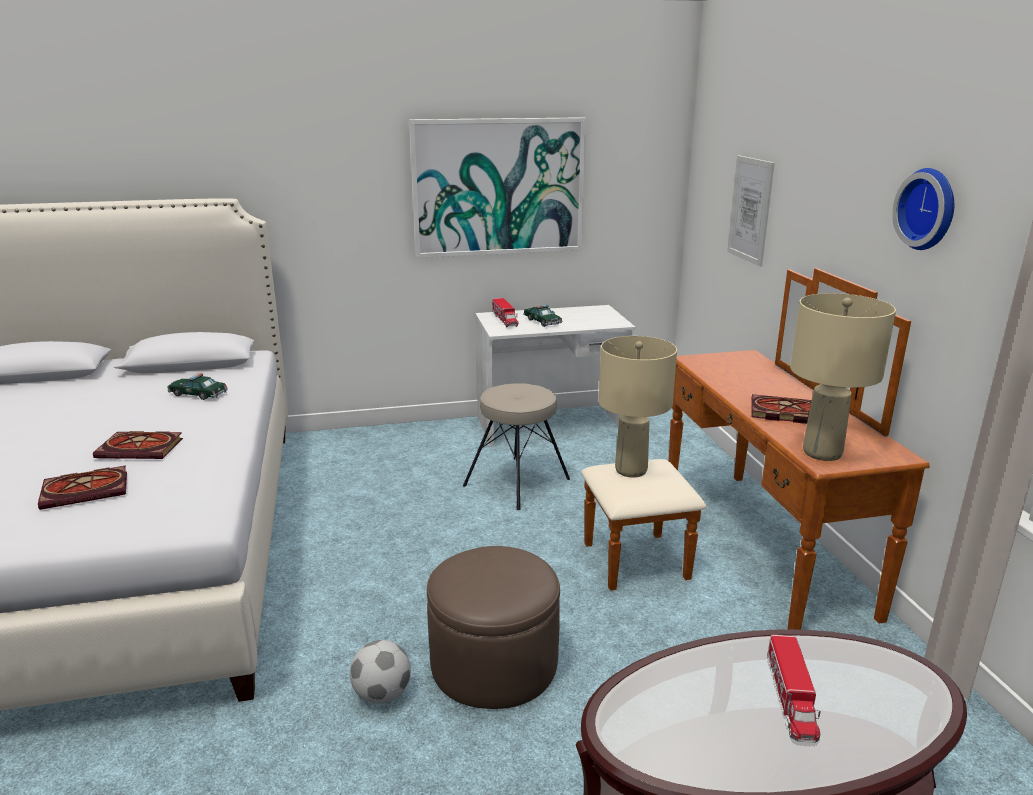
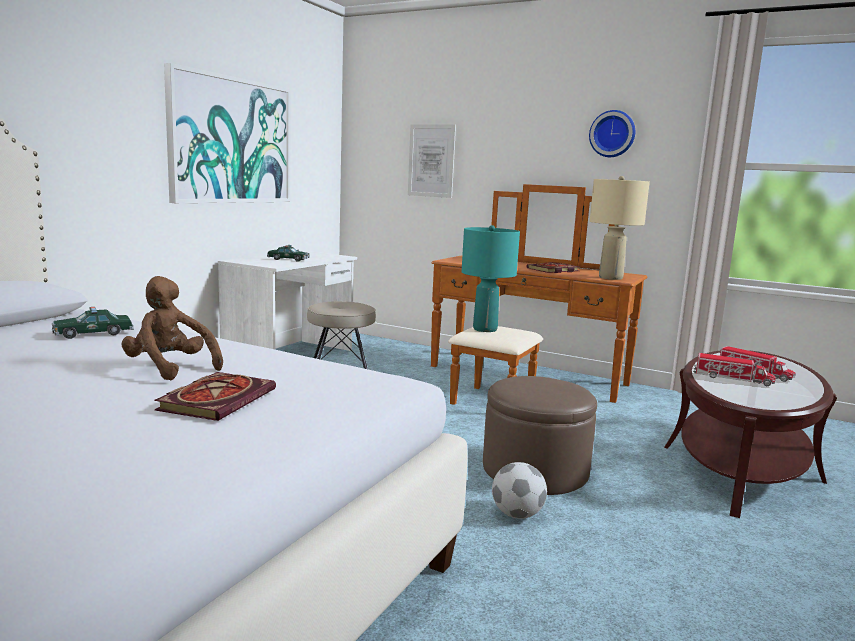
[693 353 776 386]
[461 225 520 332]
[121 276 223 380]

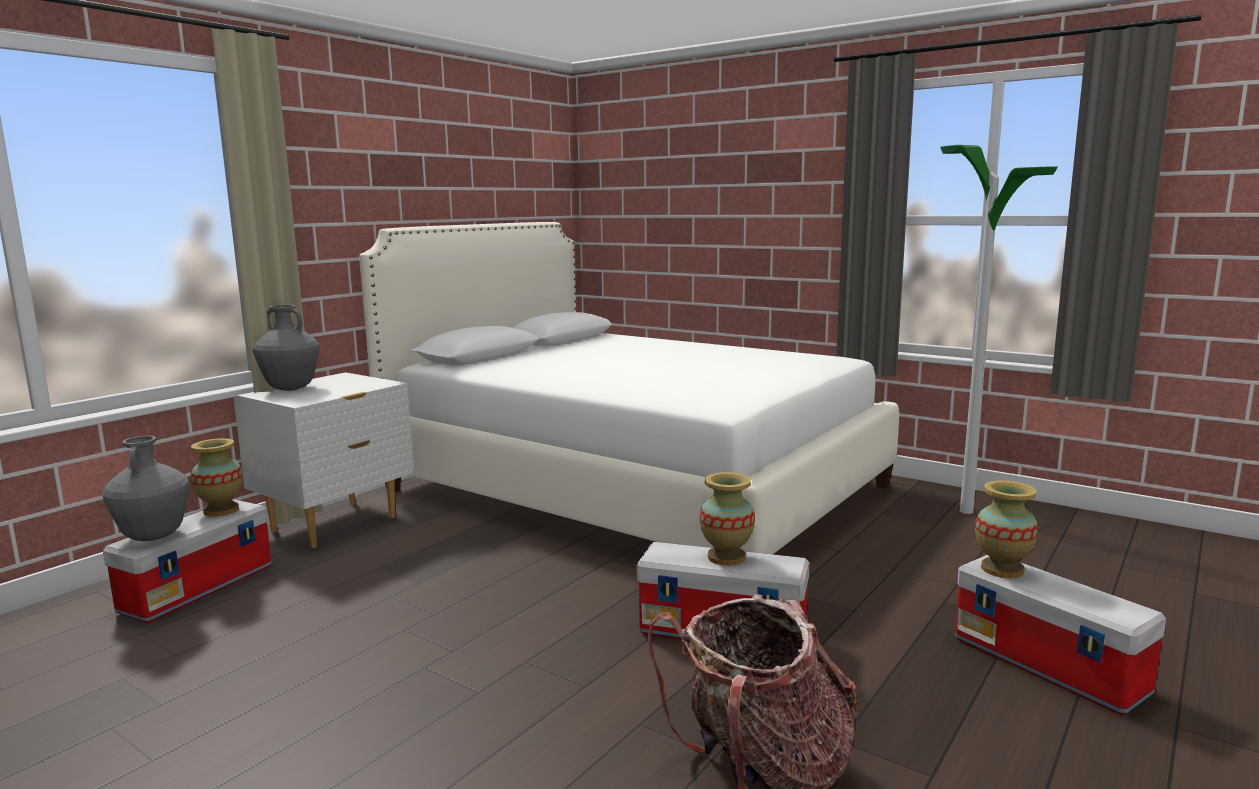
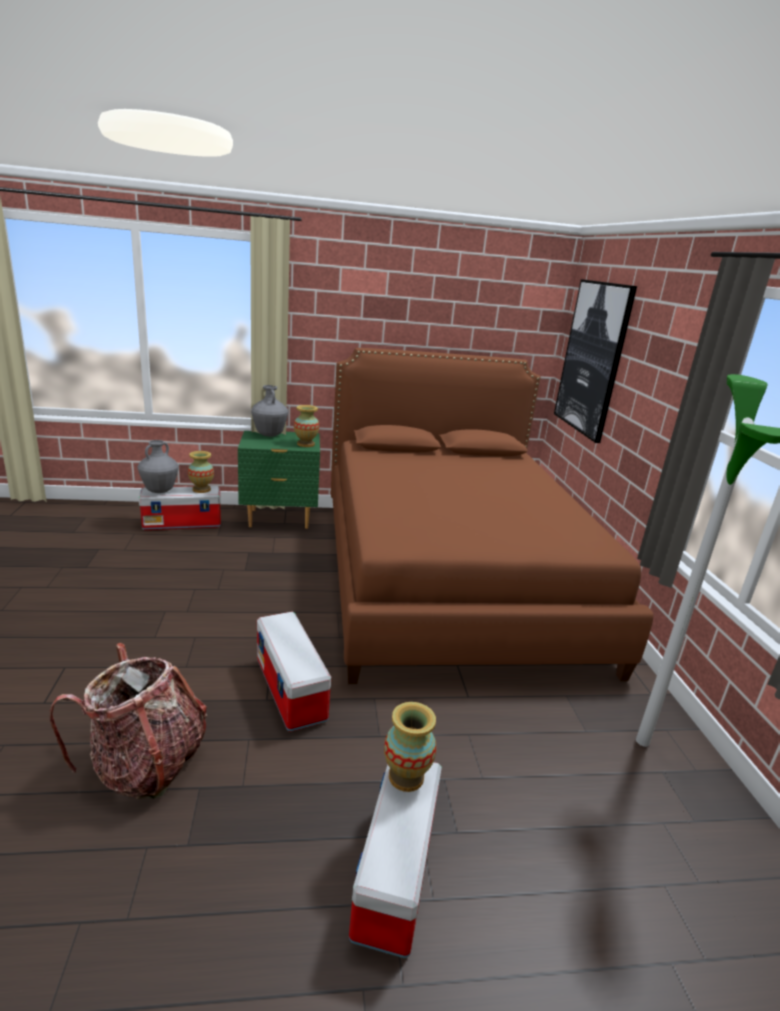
[331 348 653 684]
[238 431 320 529]
[294 405 319 447]
[554 279 637 443]

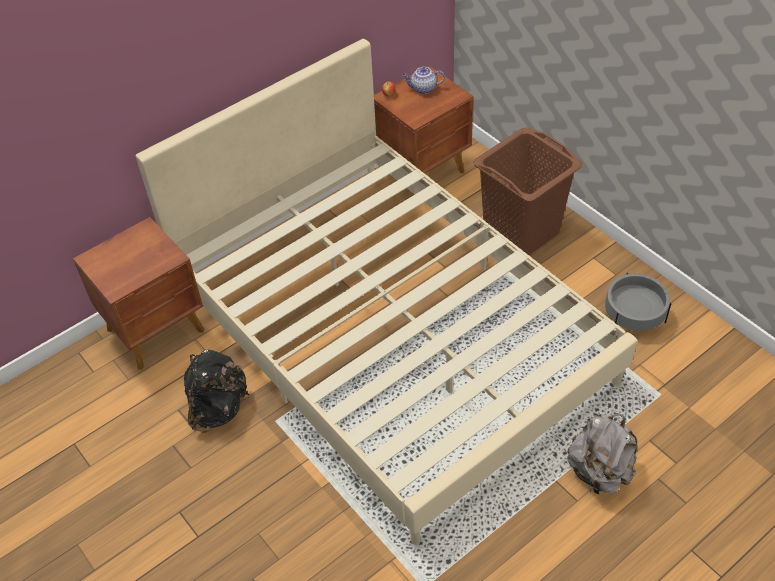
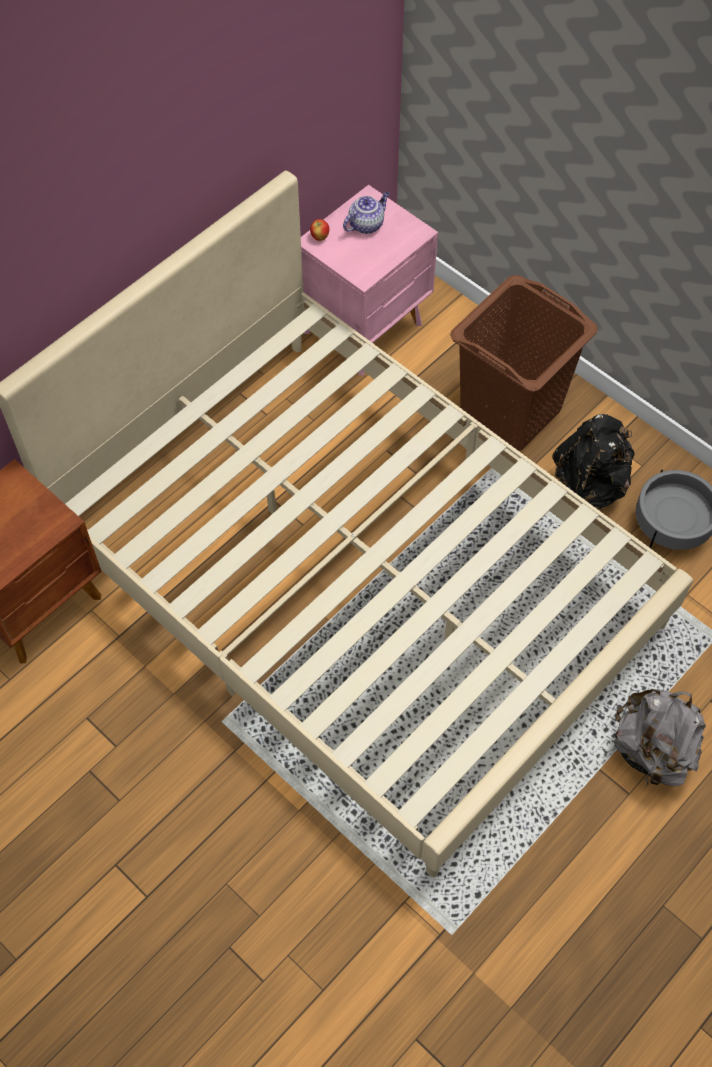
[301 185 438 375]
[343 192 390 234]
[552 414 635 510]

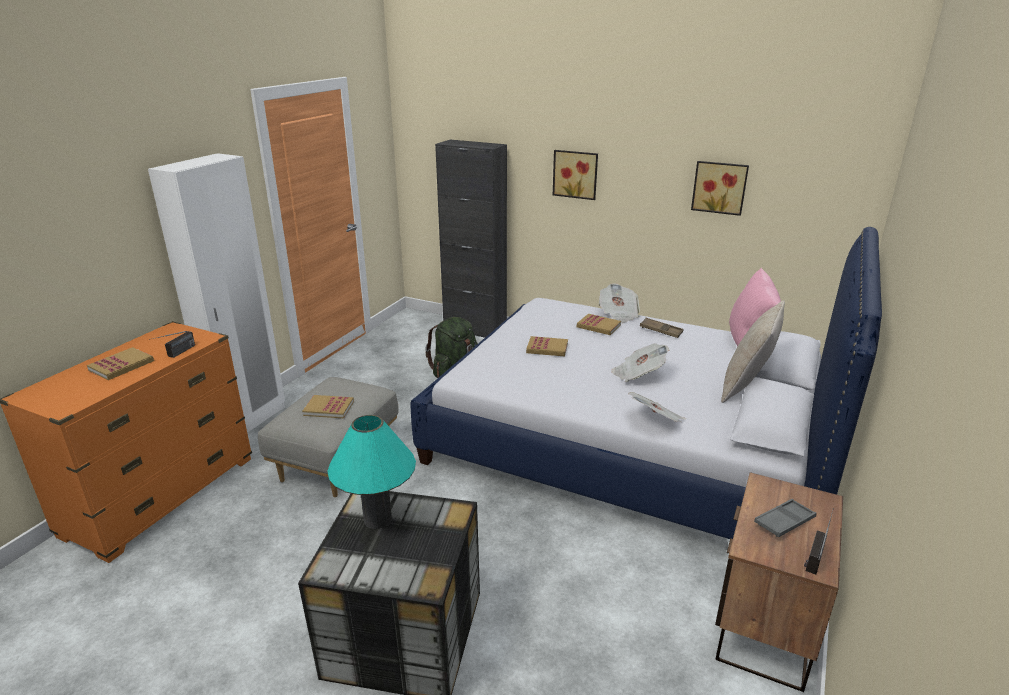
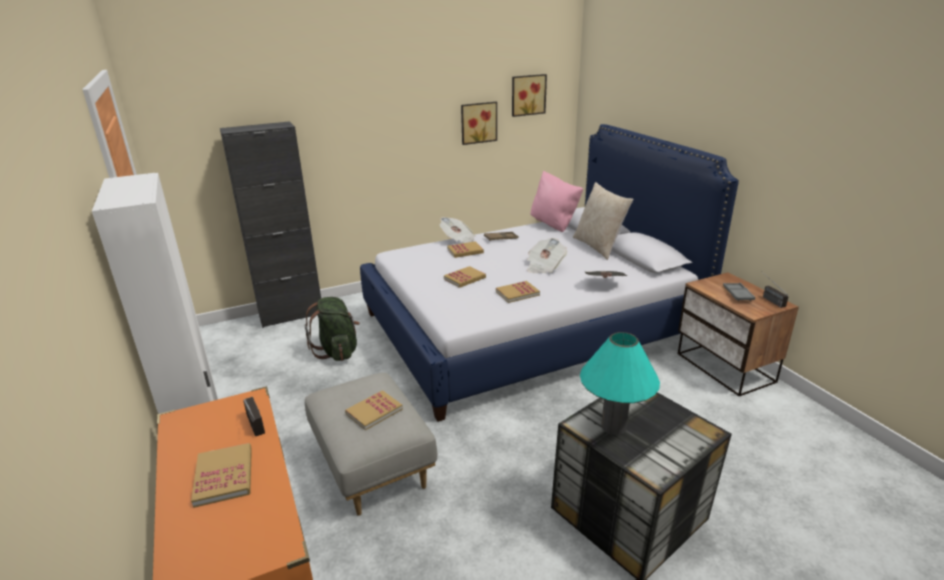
[512 74 547 117]
[496 281 540 303]

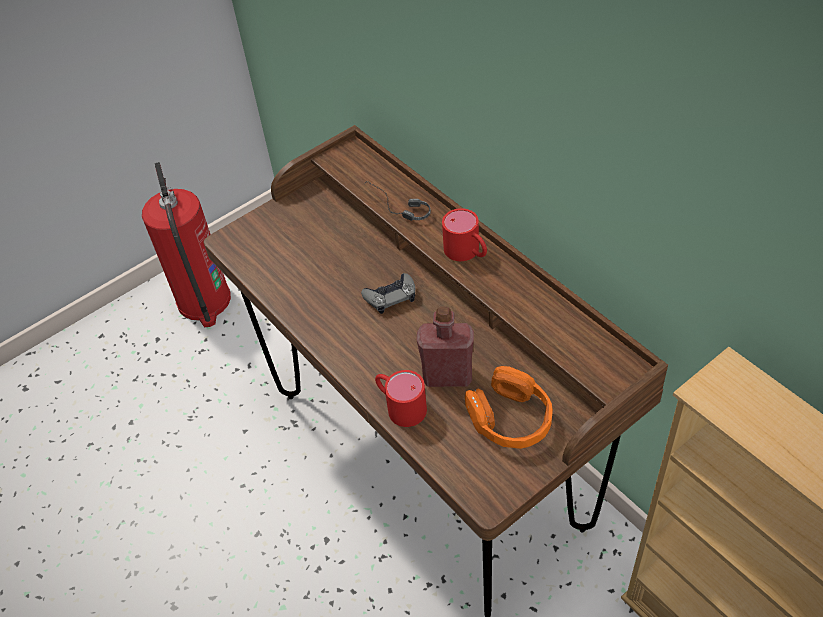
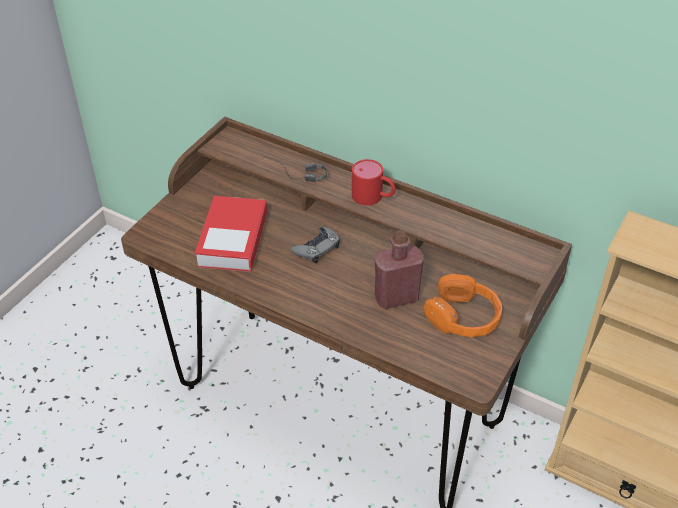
[142 162 231 327] (first image)
[375 370 427 427] (first image)
[195 196 267 272]

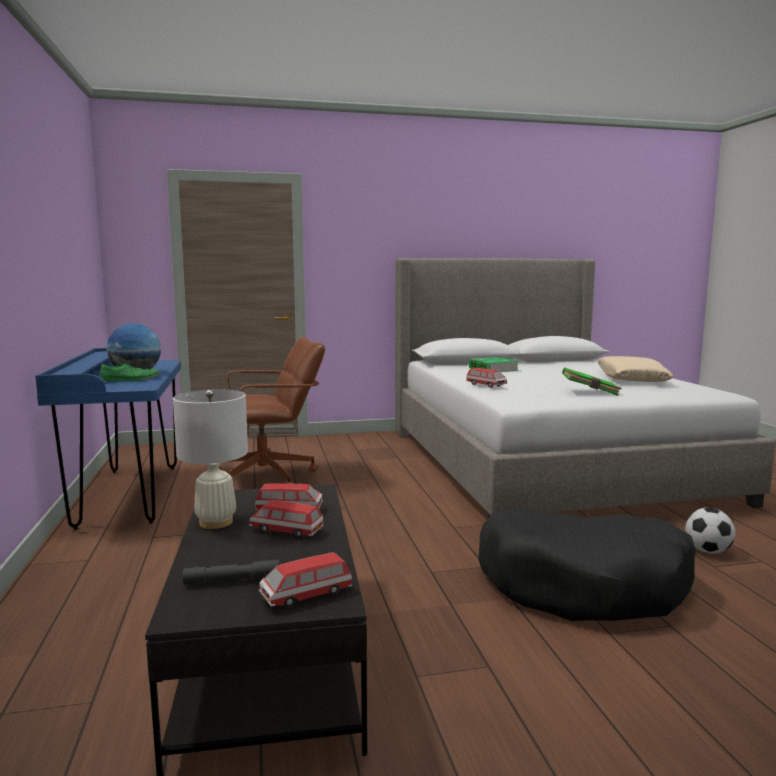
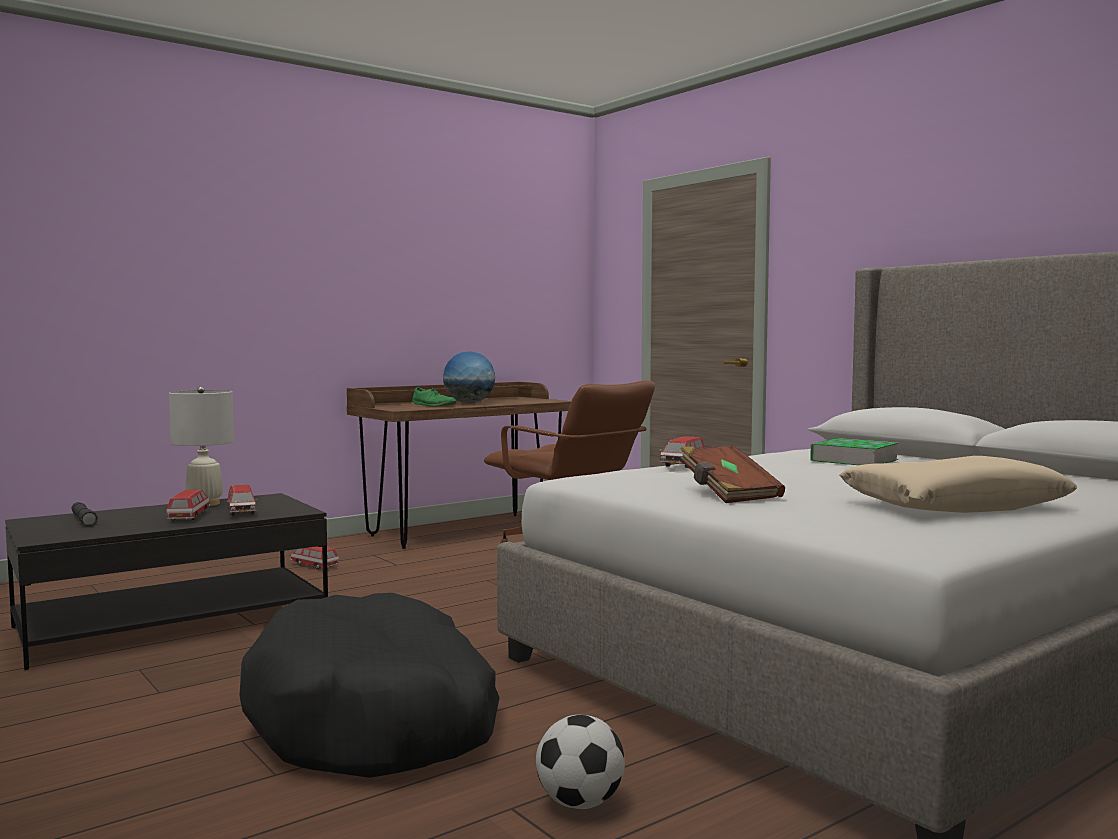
[347 382 571 549]
[680 445 785 503]
[290 546 339 570]

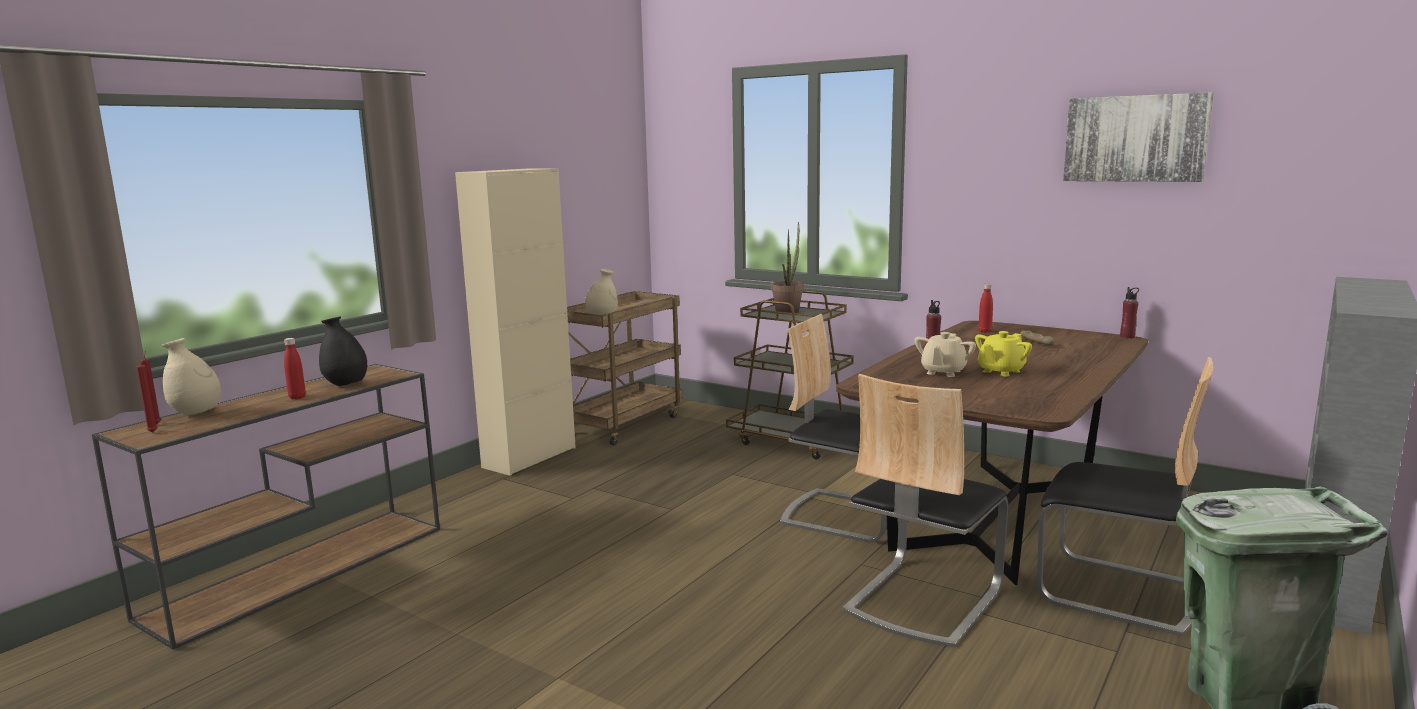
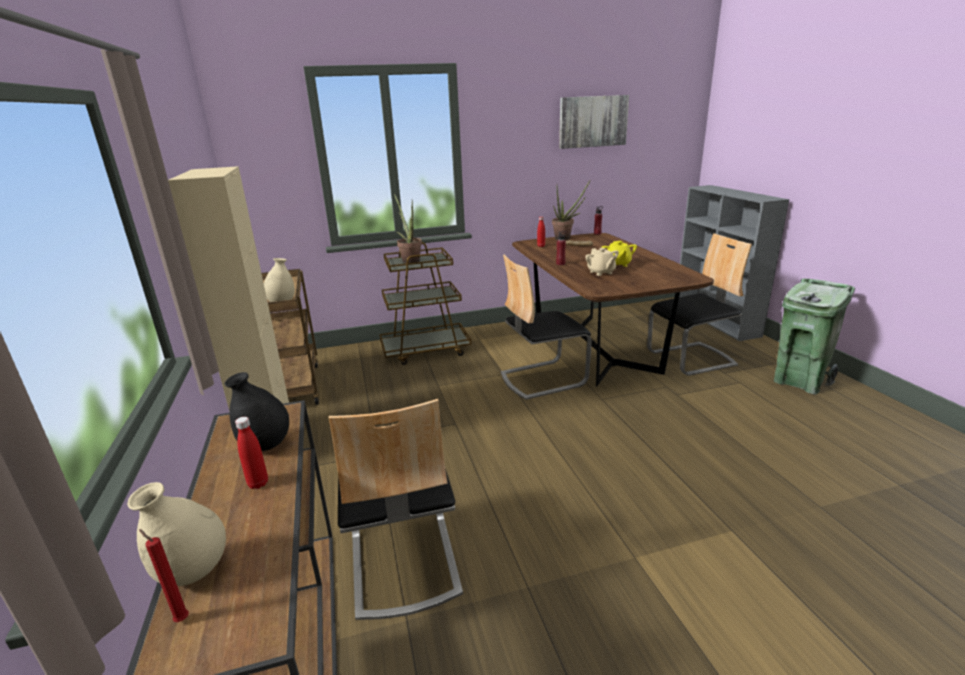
[136 358 158 432] (first image)
[329 399 463 620]
[552 181 590 240]

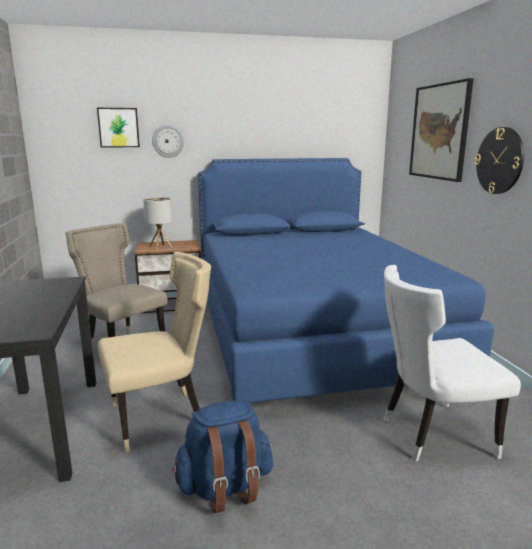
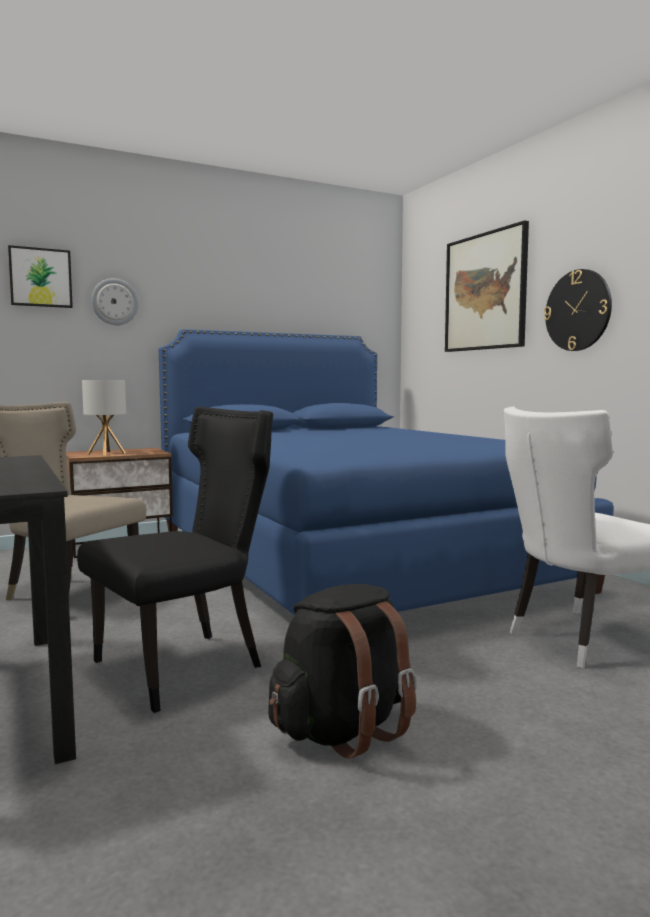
[77 407 273 713]
[268 584 417 759]

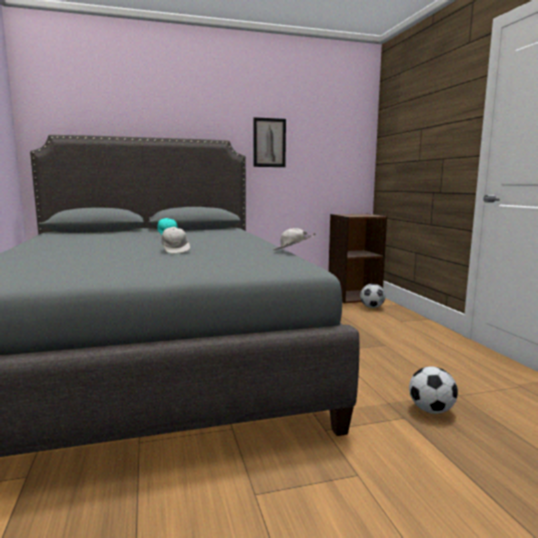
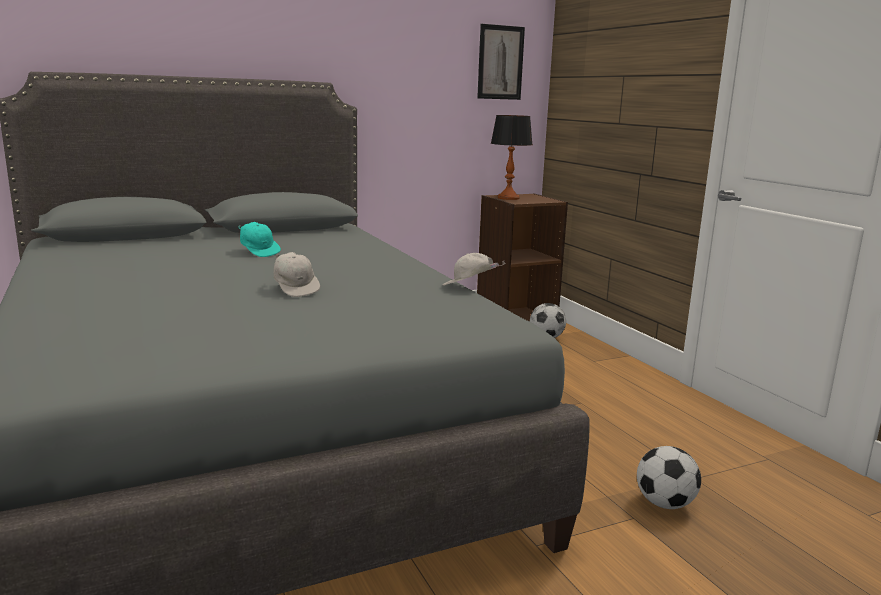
[477 24 525 100]
[491 115 533 200]

